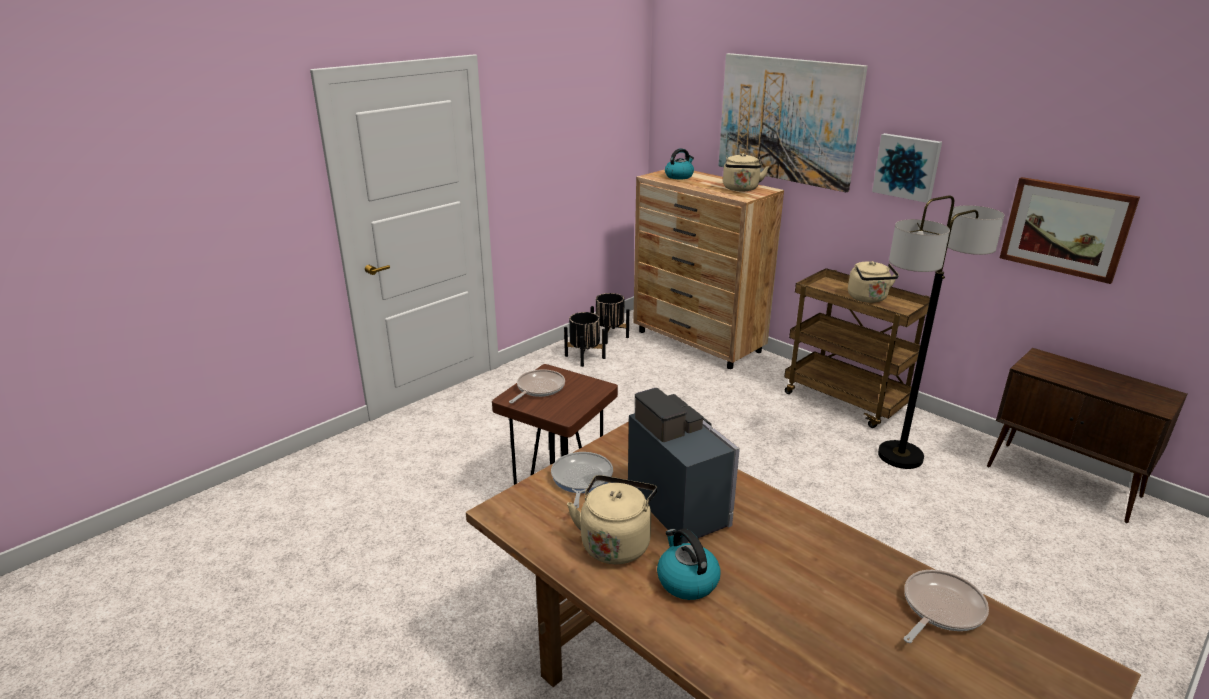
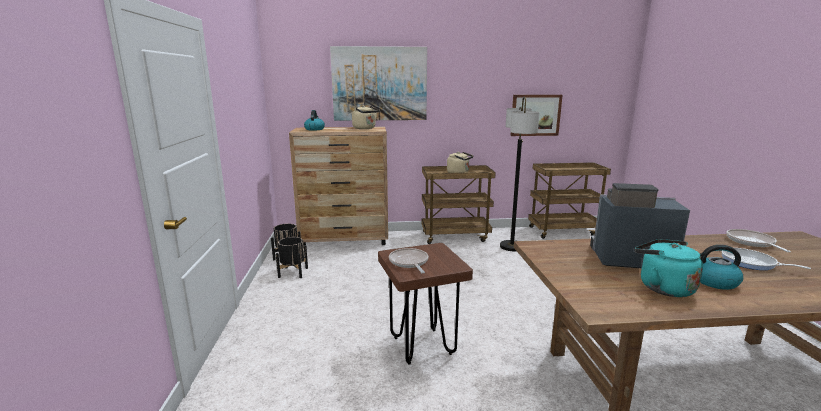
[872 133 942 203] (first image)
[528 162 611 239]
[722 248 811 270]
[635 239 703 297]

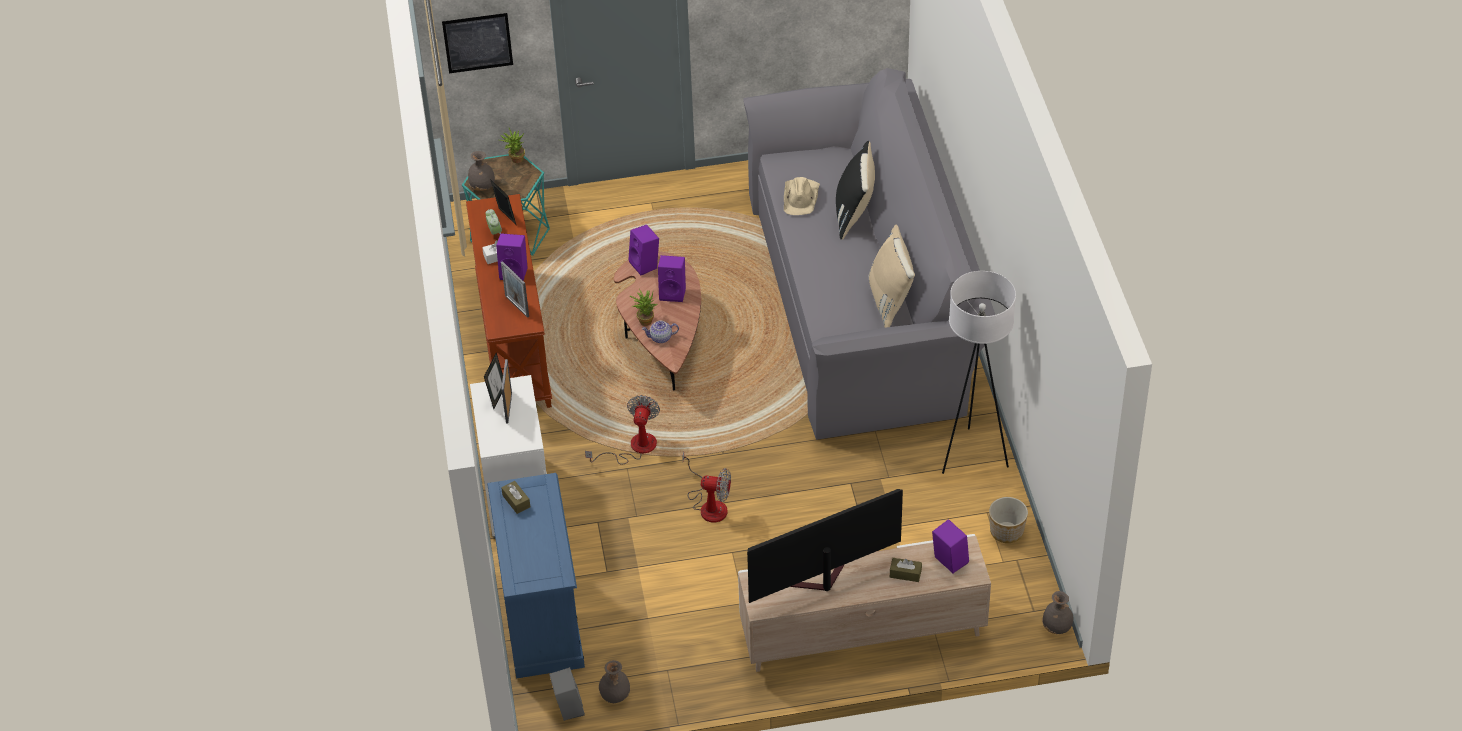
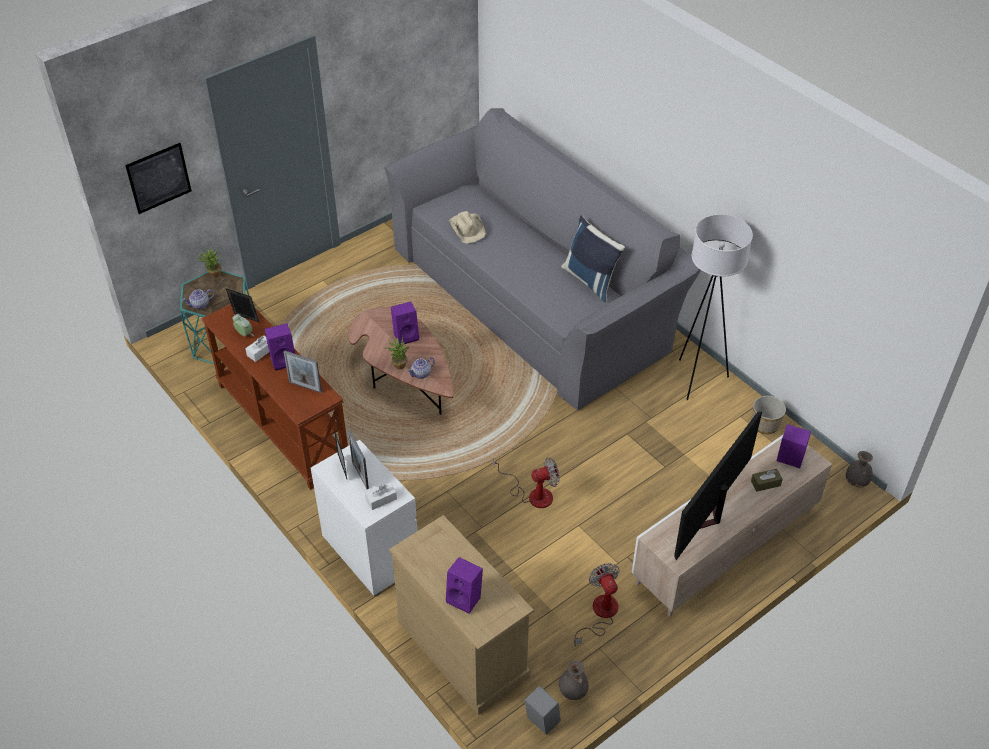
[836 141 875 240] (first image)
[182 289 214 309]
[446 557 483 614]
[561 216 625 302]
[574 563 620 646]
[389 515 534 715]
[501 481 530 514] (first image)
[365 482 397 510]

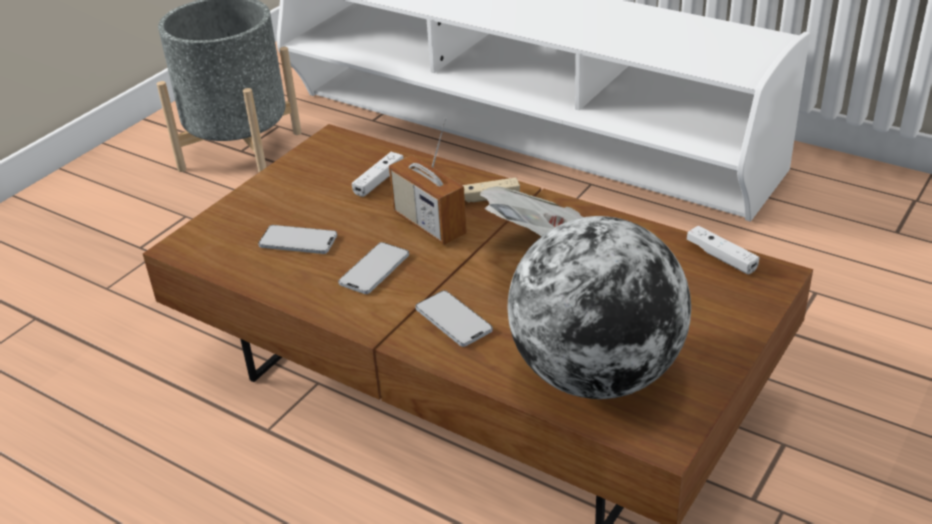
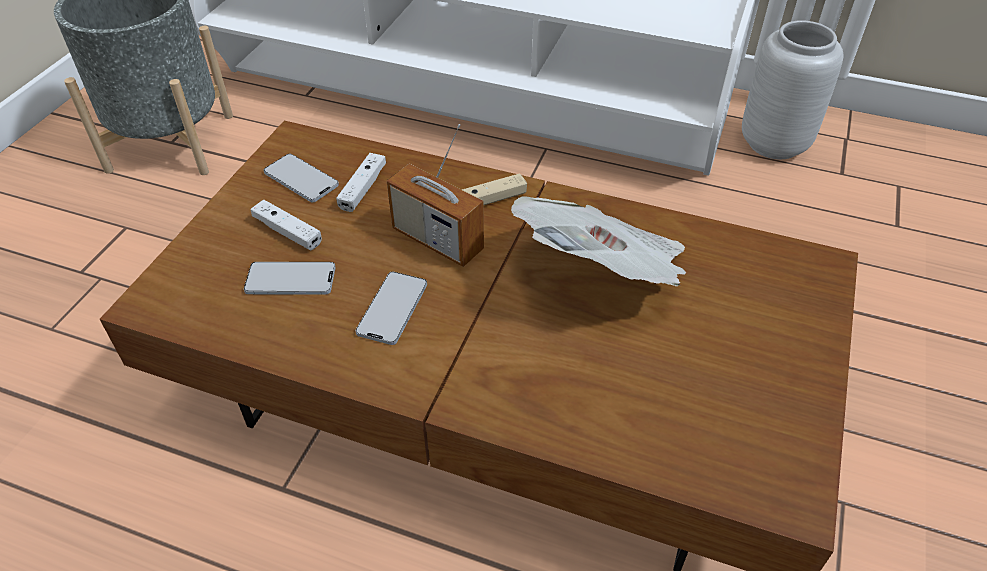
[507 216 691 399] (first image)
[250 200 322 250]
[263 154 339 202]
[742 20 843 159]

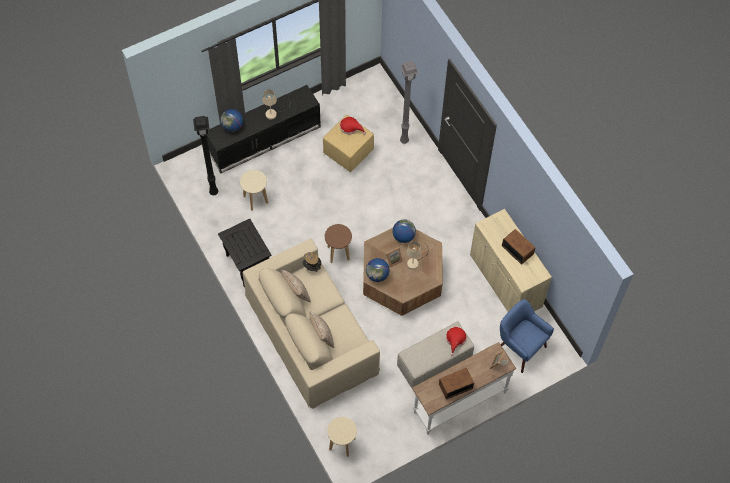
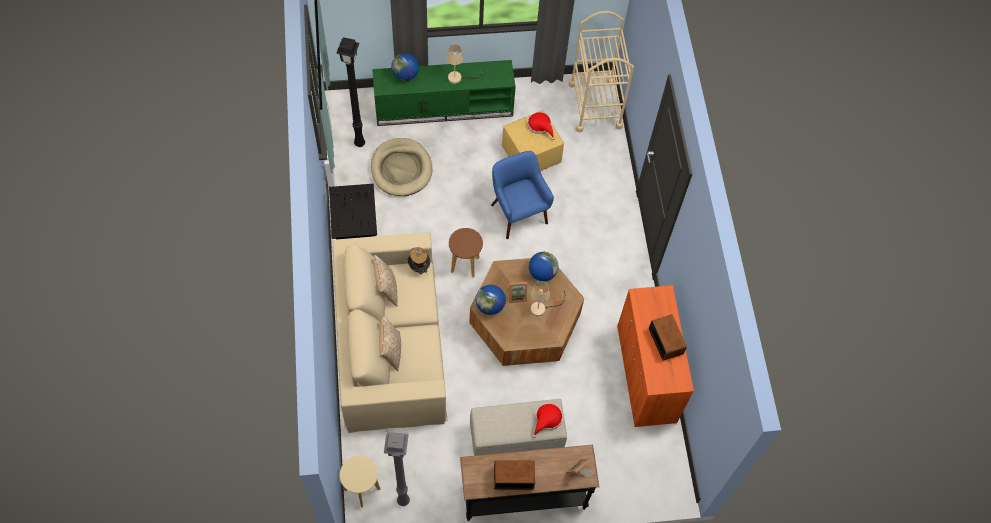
[384 432 410 506]
[372 60 516 126]
[371 138 432 196]
[617 285 694 427]
[491 151 554 239]
[460 445 599 521]
[569 11 634 132]

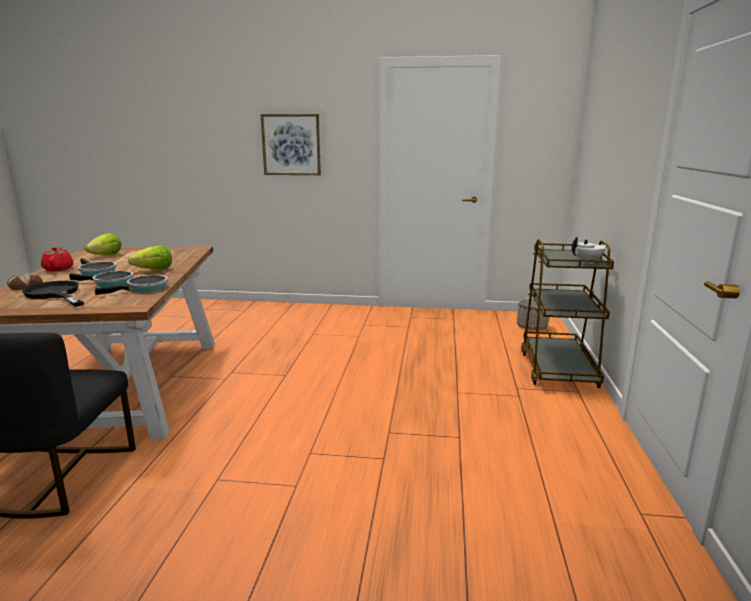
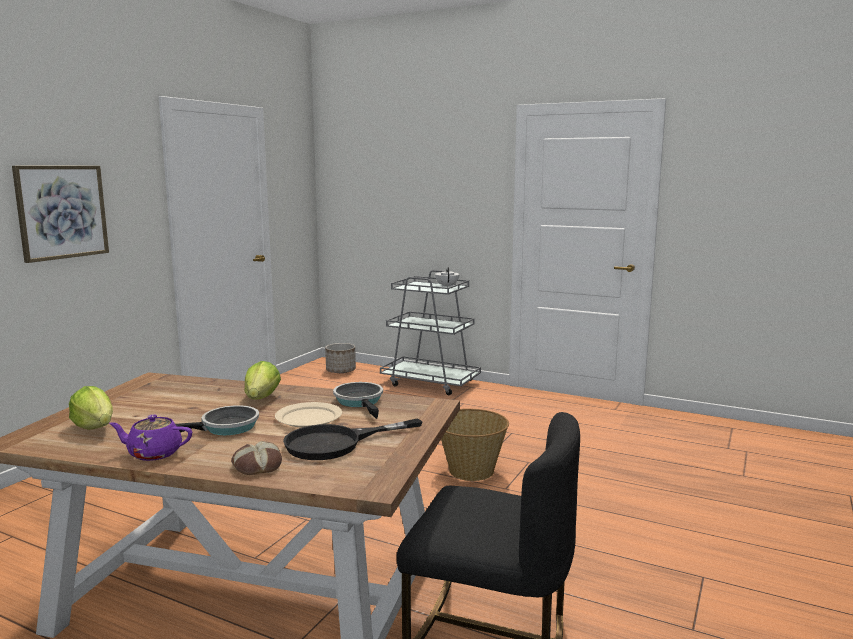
[380 270 481 395]
[109 414 192 461]
[275 402 342 428]
[441 409 509 481]

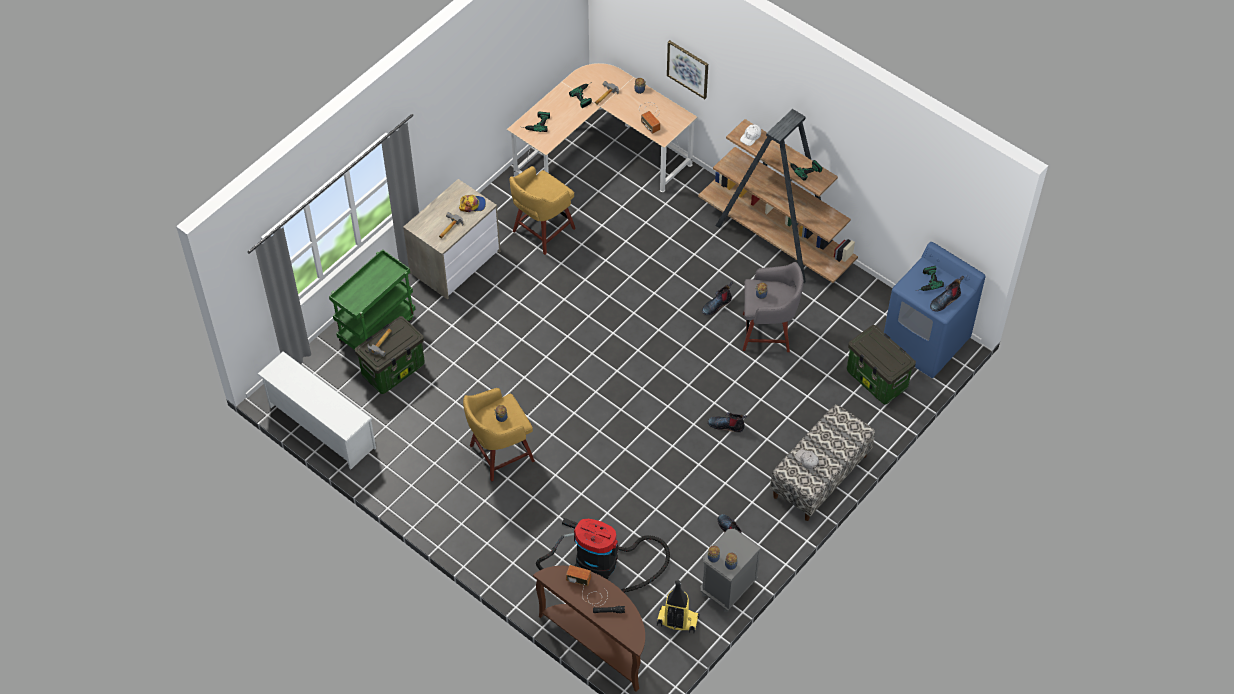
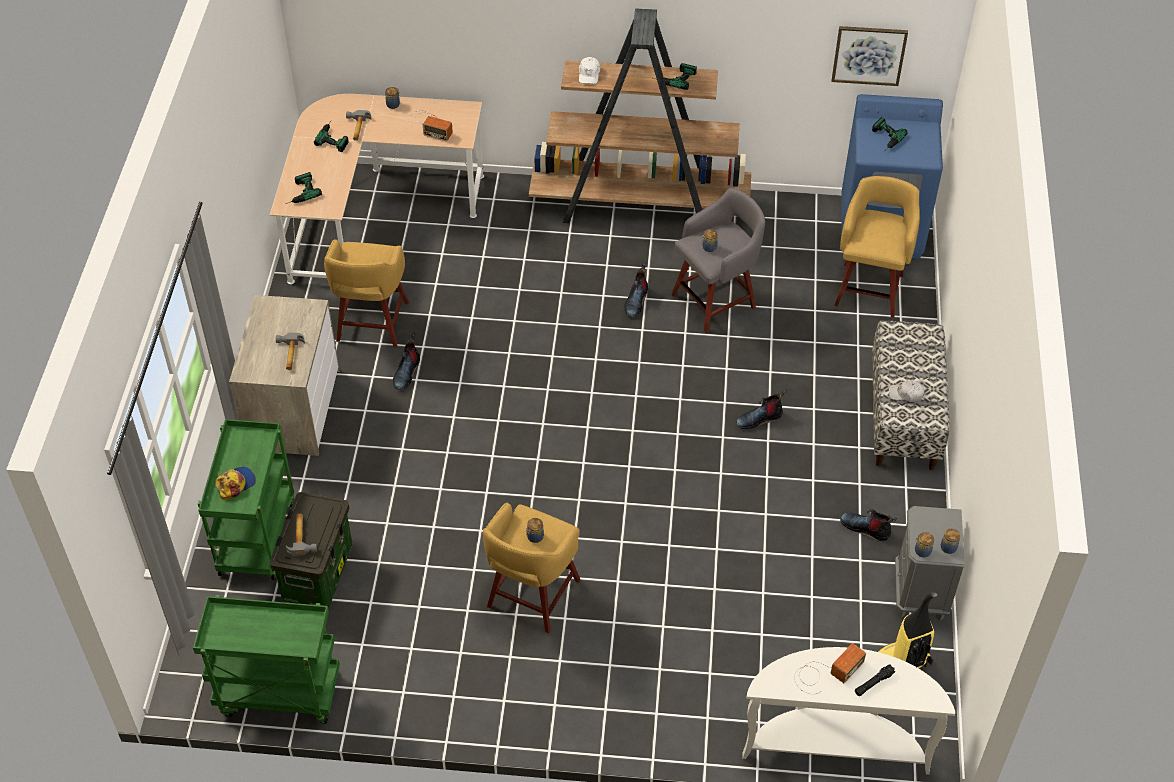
[832 26 908 86]
[215 466 256 500]
[393 332 420 390]
[834 176 920 318]
[193 595 340 724]
[536 518 670 593] (first image)
[794 643 866 695]
[742 647 955 775]

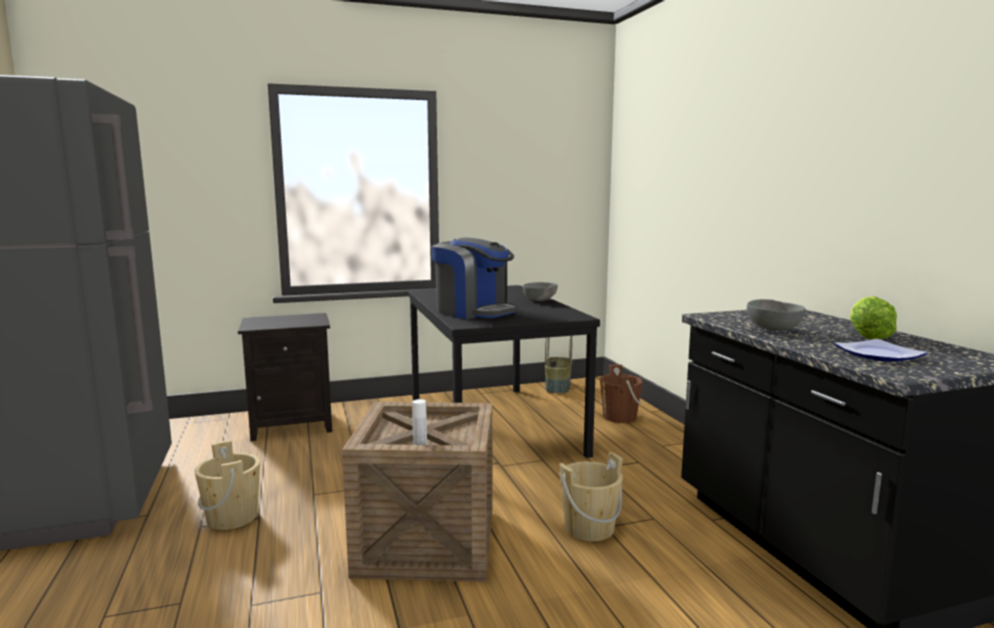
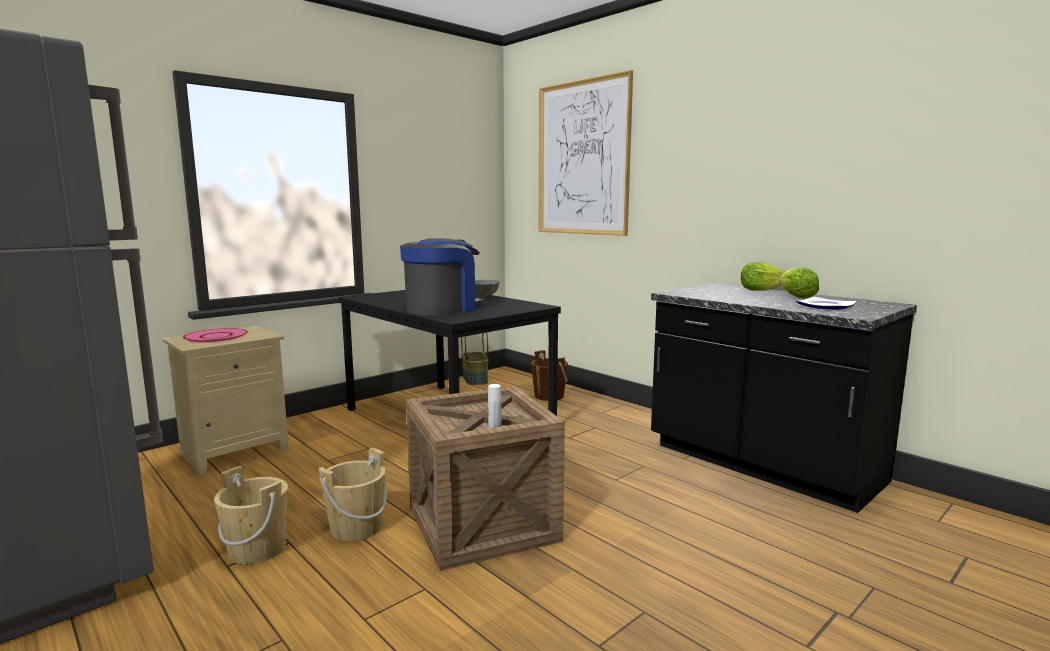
[400 238 485 316]
[747 299 806 331] (first image)
[162 326 289 475]
[318 448 387 541]
[539 70 633 236]
[741 262 786 291]
[183 328 248 343]

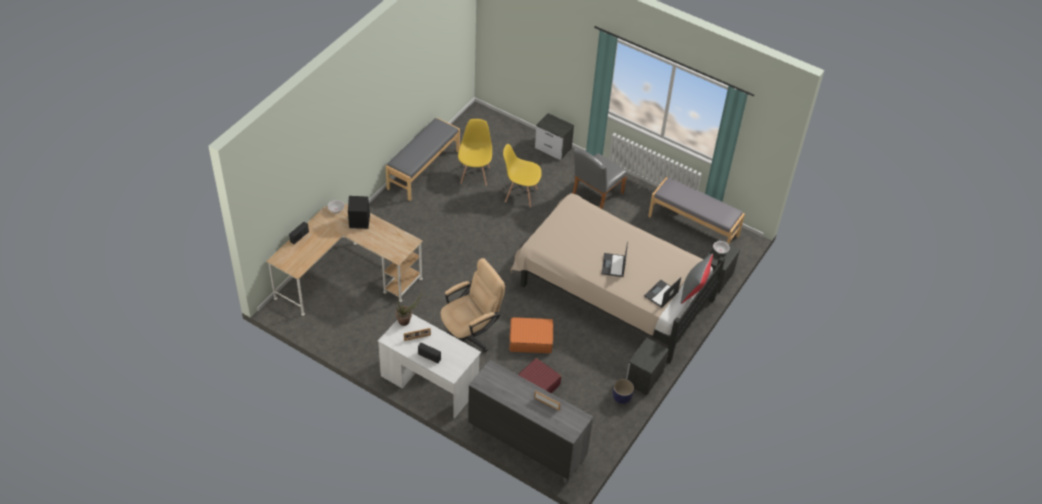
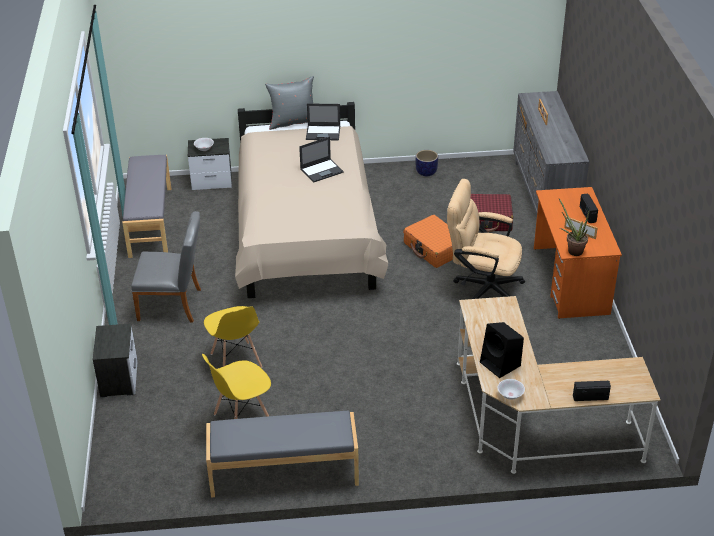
[534 187 622 319]
[626 338 669 395] (first image)

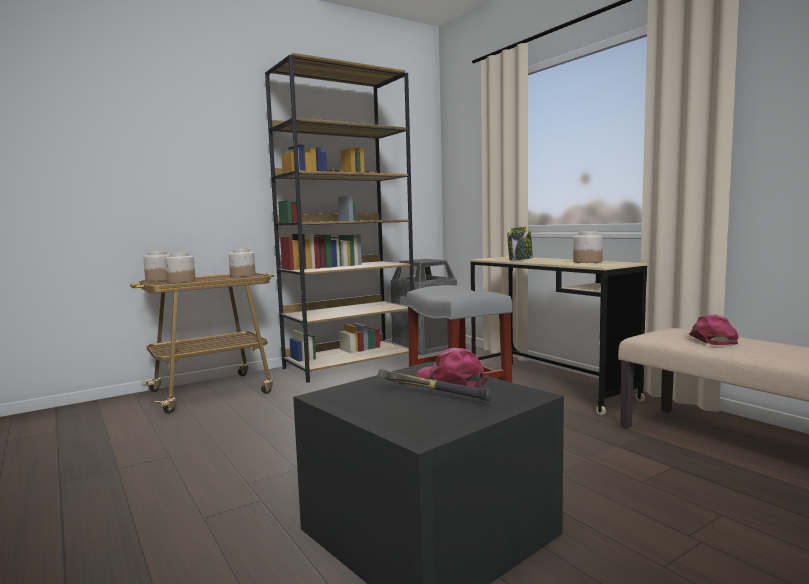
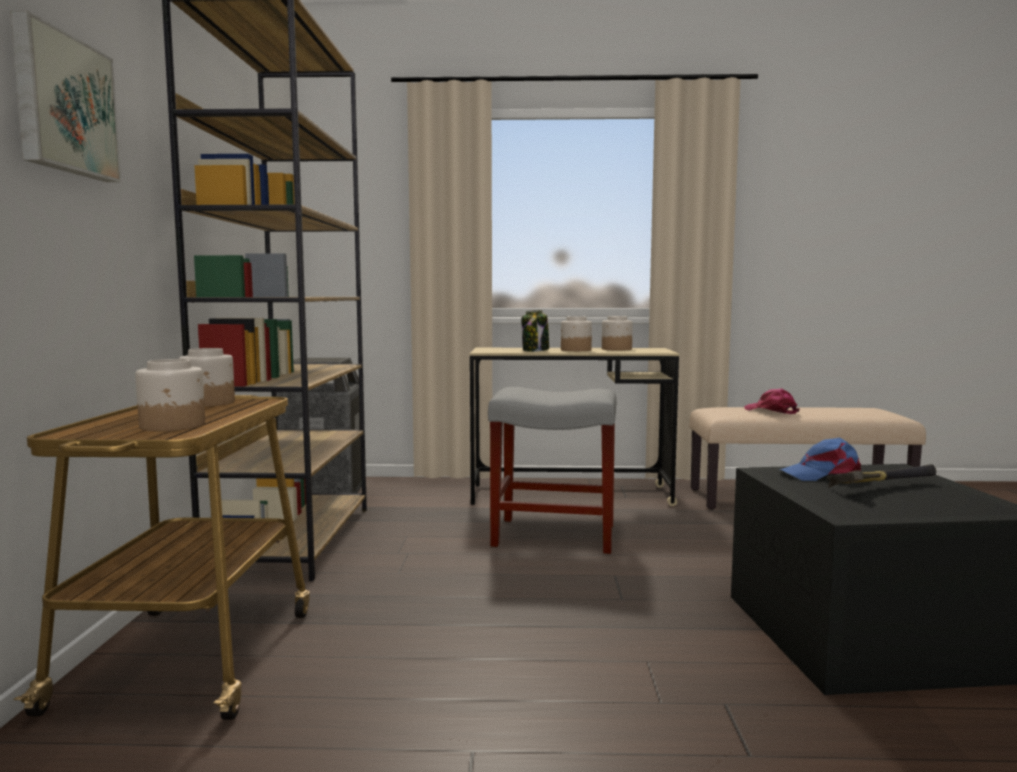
[561 316 592 351]
[780 438 861 481]
[10 11 121 182]

